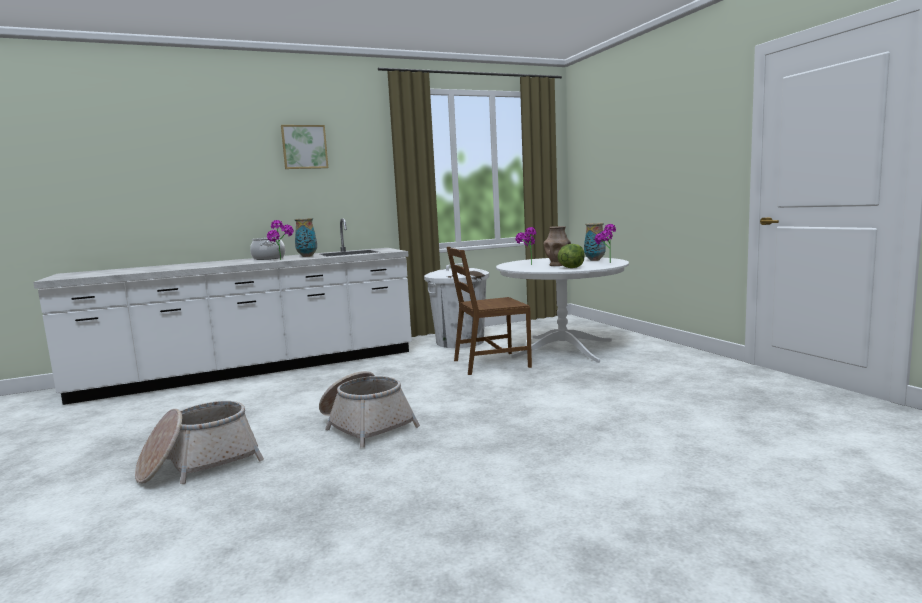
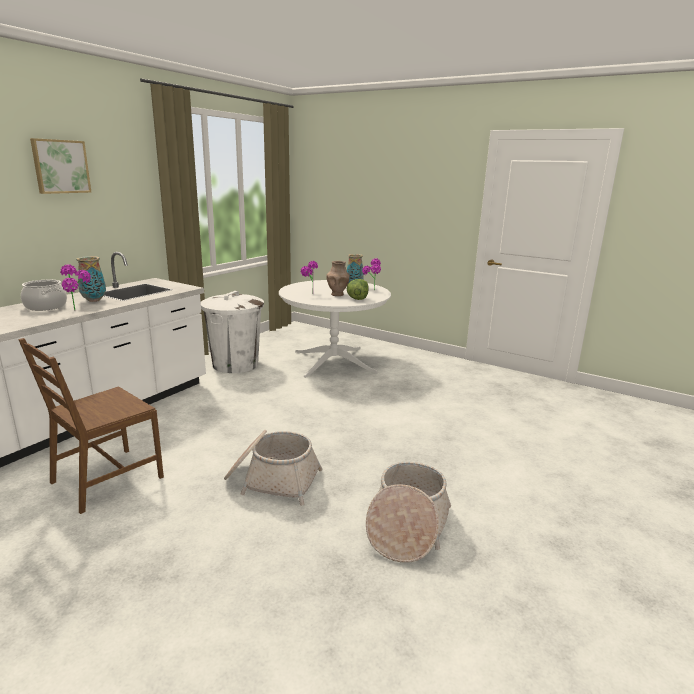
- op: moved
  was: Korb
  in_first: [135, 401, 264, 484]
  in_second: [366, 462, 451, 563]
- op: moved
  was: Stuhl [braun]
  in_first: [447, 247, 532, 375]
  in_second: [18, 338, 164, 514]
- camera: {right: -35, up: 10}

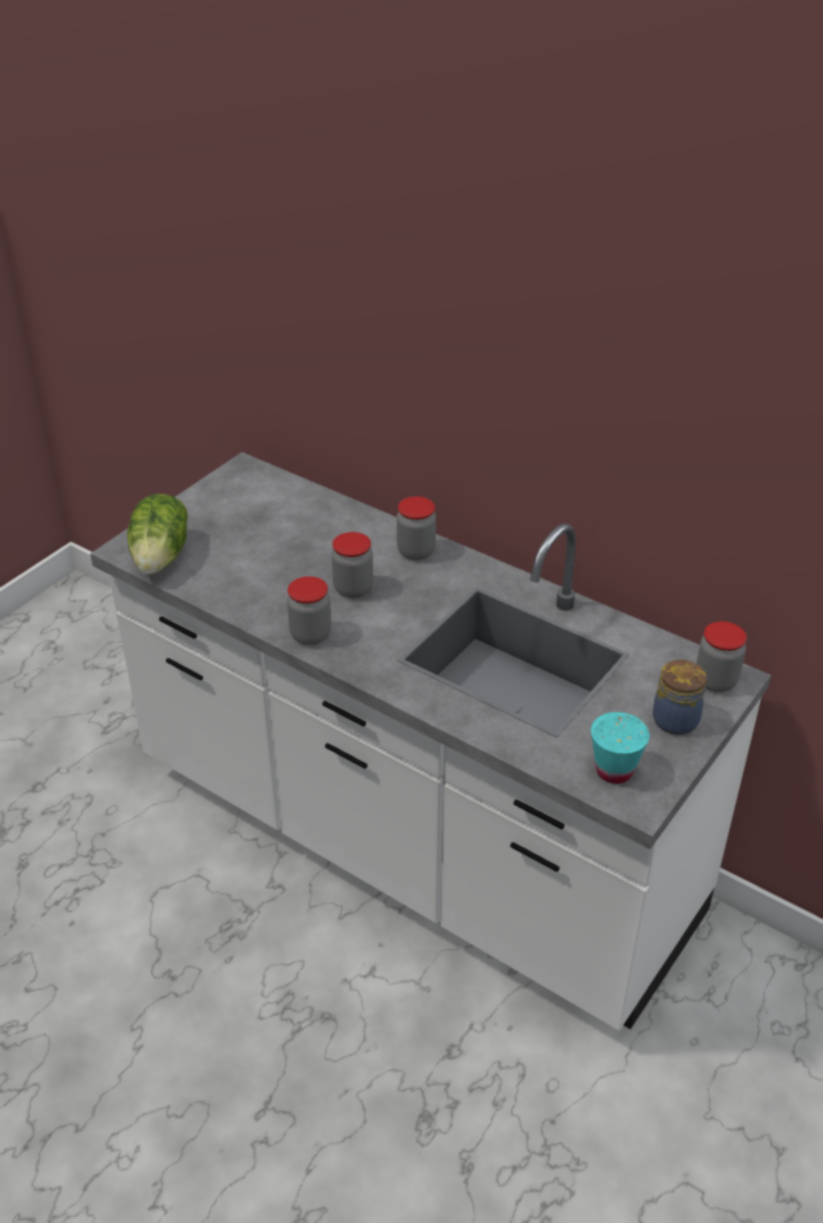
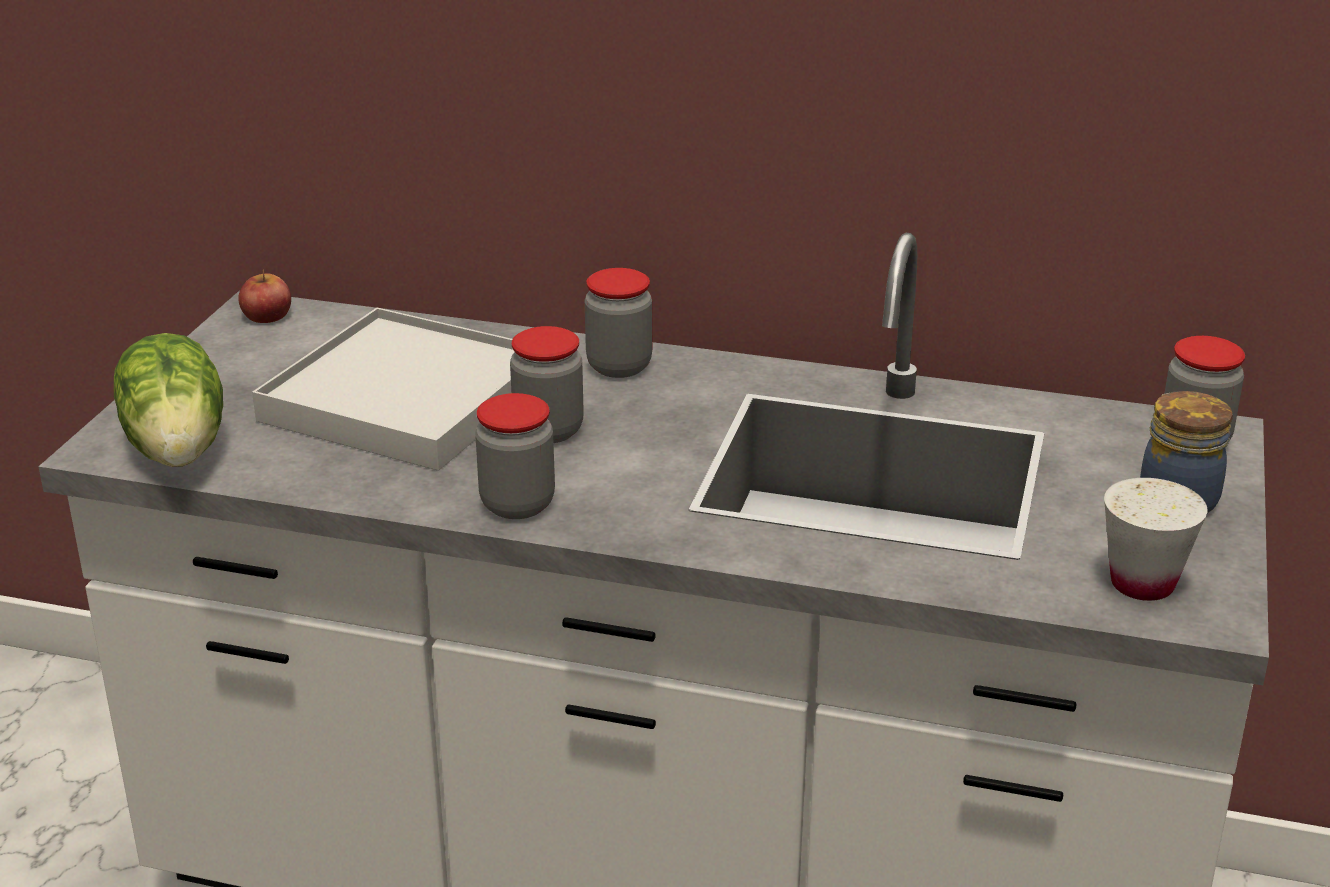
- op: added
  now: Apfel
  in_second: [238, 269, 291, 323]
- op: added
  now: Tablett [weiß]
  in_second: [252, 308, 514, 471]
- op: recoloured
  was: Tasse [türkis]
  now: Tasse [weiß]
  in_first: [591, 712, 650, 784]
  in_second: [1104, 478, 1208, 601]
- camera: {right: -20, up: -10}

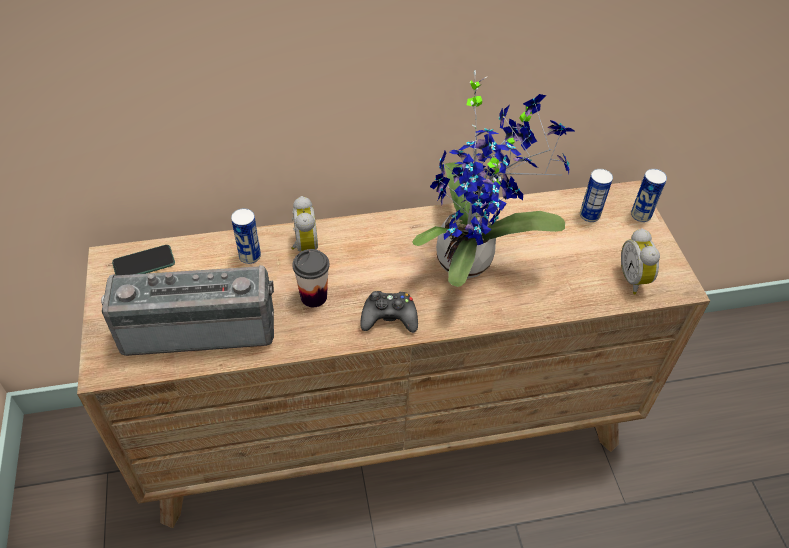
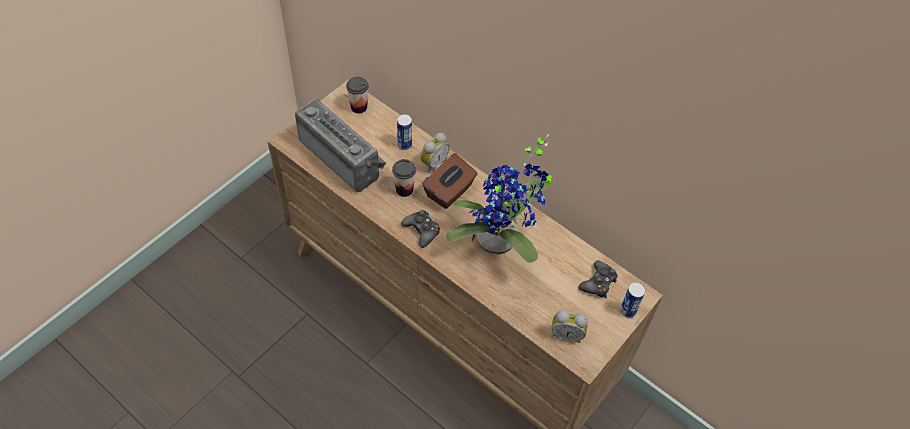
- op: added
  now: Taschentuchbox [braun]
  in_second: [423, 153, 477, 209]
- op: replaced
  was: Handy
  now: Tasse
  in_first: [112, 245, 175, 276]
  in_second: [346, 77, 369, 113]
- op: replaced
  was: Dose
  now: Gamepad [schwarz]
  in_first: [580, 169, 613, 222]
  in_second: [578, 261, 618, 298]
- op: turned
  was: Wecker
  in_first: [621, 228, 660, 294]
  in_second: [551, 310, 588, 343]
  clockwise: -120
- camera: {right: 50, up: 5}

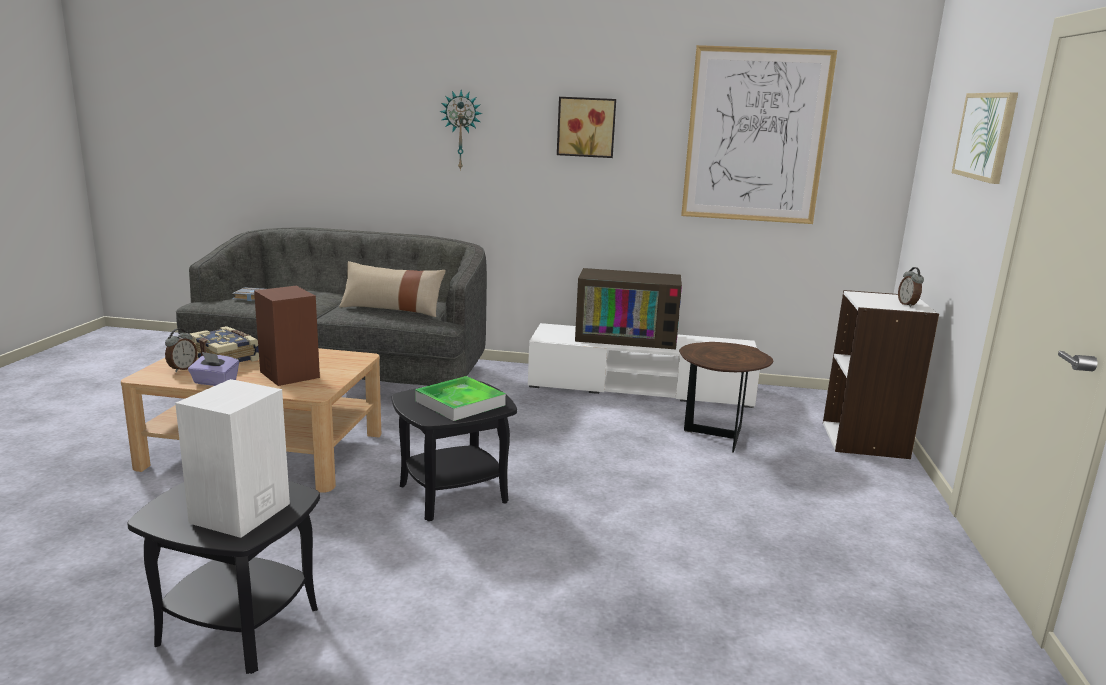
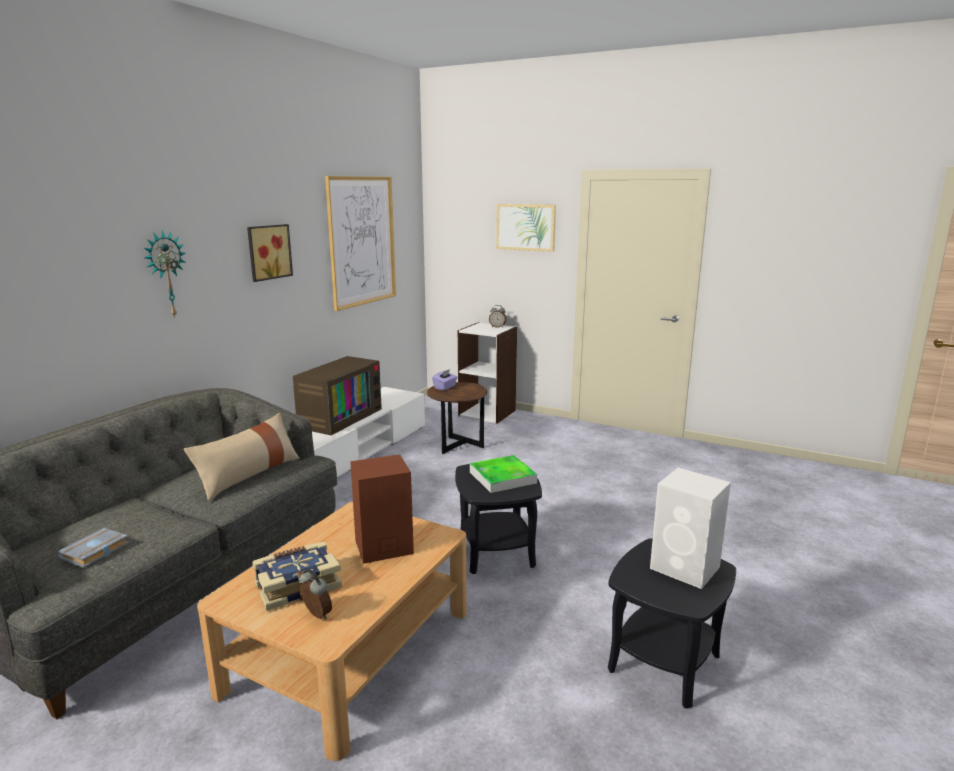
- op: moved
  was: Taschentuchbox [lila]
  in_first: [188, 352, 239, 386]
  in_second: [432, 369, 457, 390]
- camera: {right: -70, up: 0}

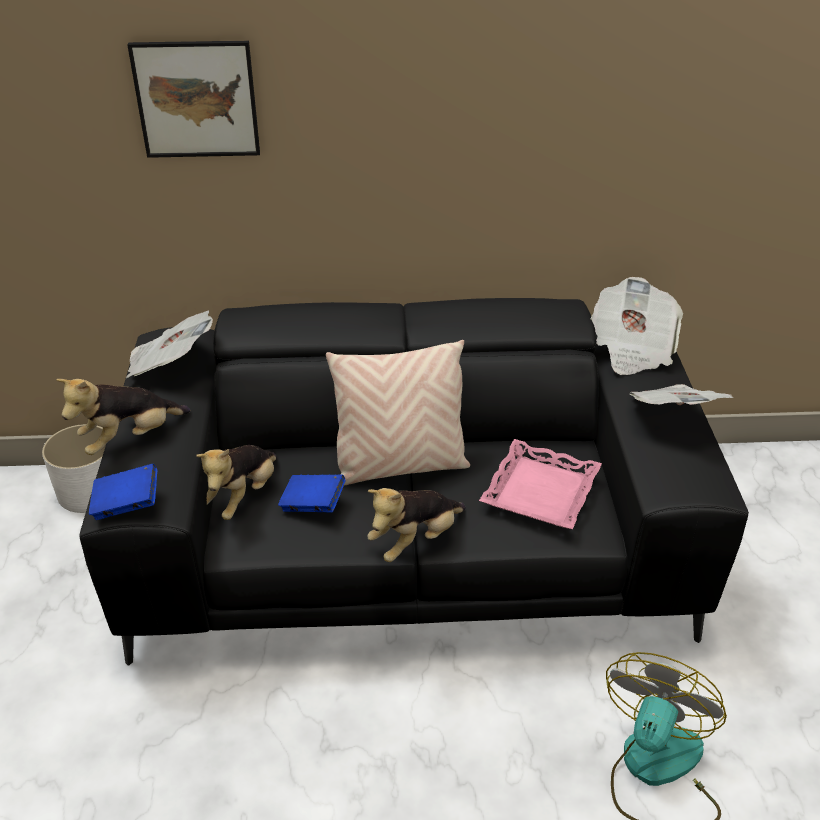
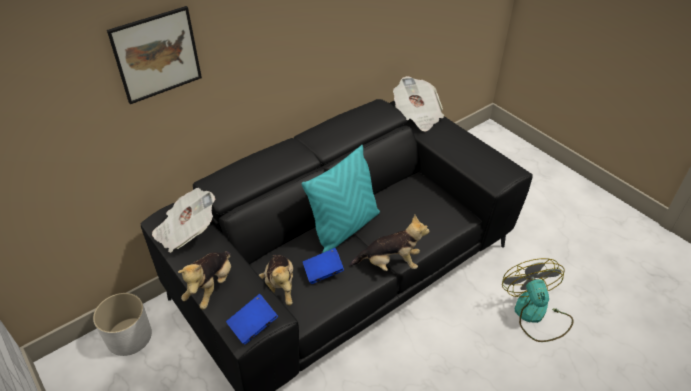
- op: removed
  was: Tablett [rosa]
  in_first: [479, 439, 602, 529]
- op: removed
  was: Zeitung
  in_first: [630, 384, 734, 405]
- op: recoloured
  was: Kissen [beige]
  now: Kissen [türkis]
  in_first: [326, 340, 470, 486]
  in_second: [301, 145, 380, 253]
- op: turned
  was: Plüschtier
  in_first: [367, 488, 466, 562]
  in_second: [349, 215, 429, 271]
  clockwise: -105
- camera: {right: -35, up: 5}

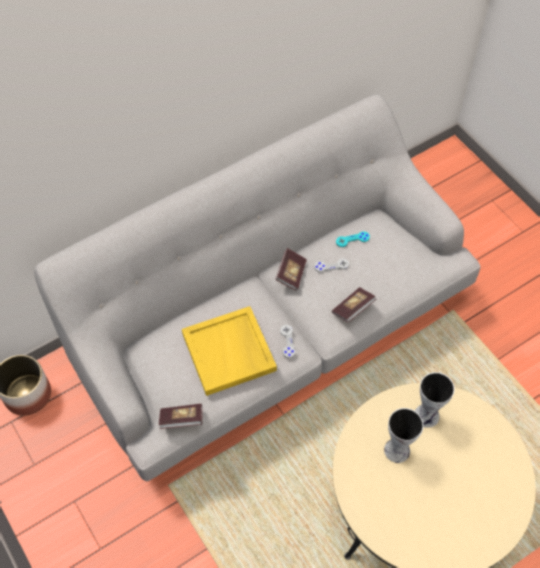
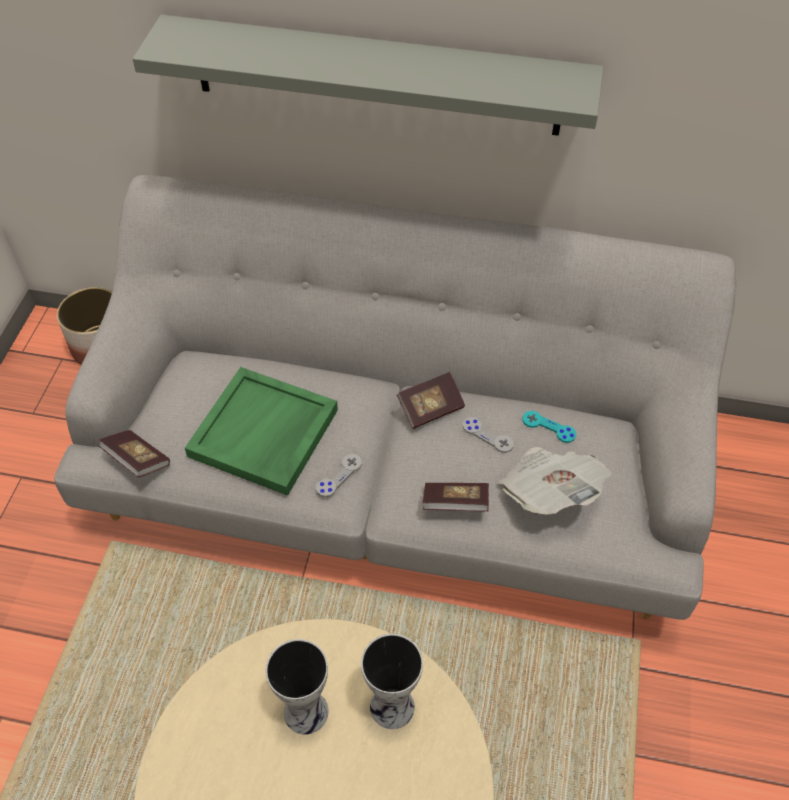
- op: added
  now: Wandregal [grau]
  in_second: [133, 15, 604, 136]
- op: added
  now: Zeitung
  in_second: [498, 447, 611, 514]
- op: recoloured
  was: Tablett [gelb]
  now: Tablett [grün]
  in_first: [182, 306, 277, 396]
  in_second: [185, 367, 338, 496]
- camera: {right: 45, up: -5}

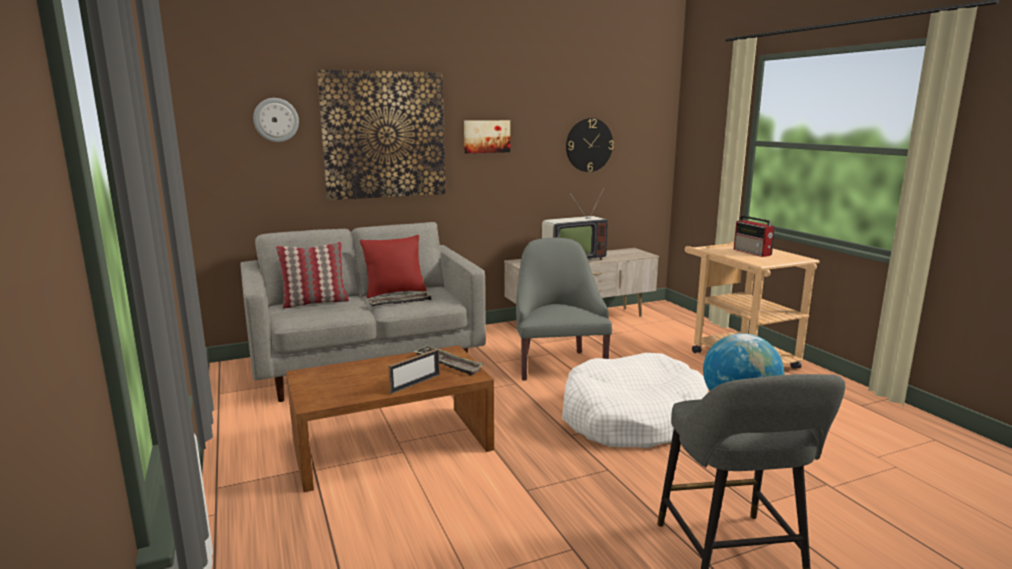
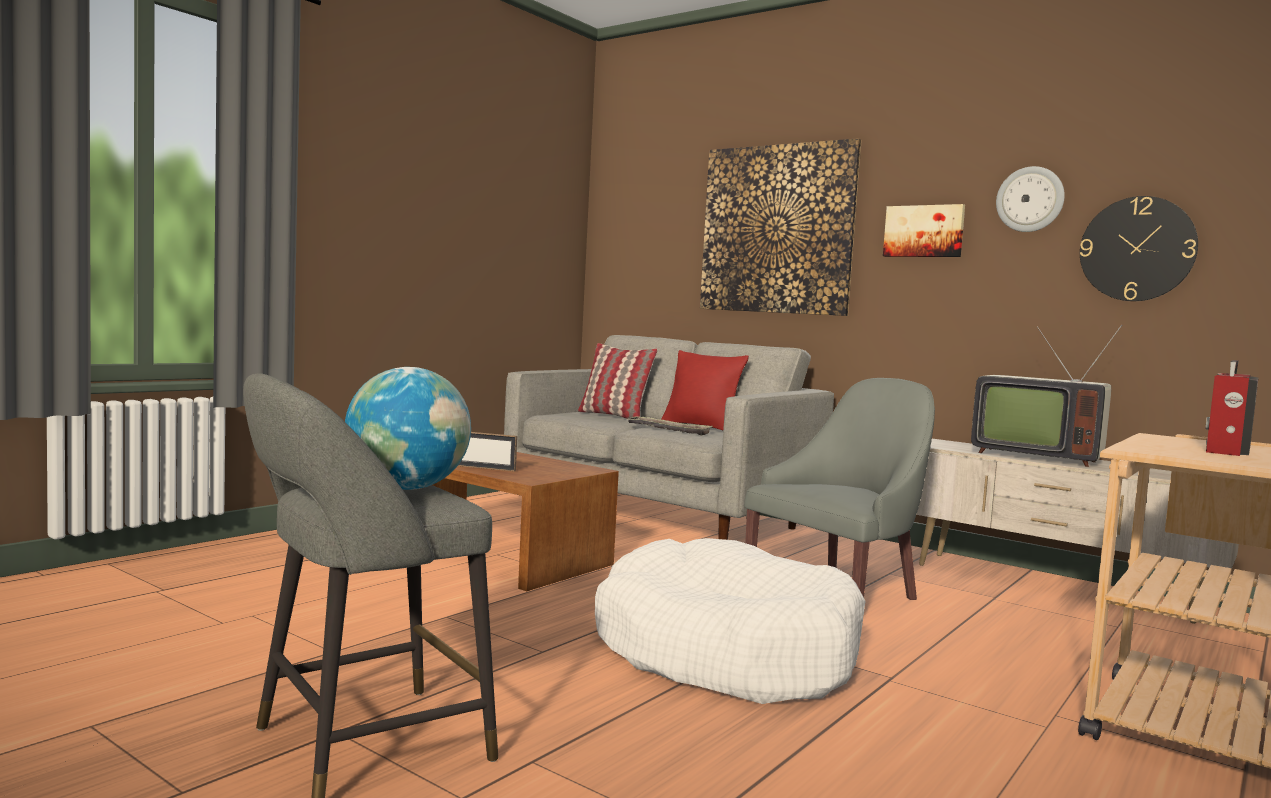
- op: removed
  was: Tablett
  in_first: [414, 345, 484, 376]
- op: moved
  was: Wanduhr
  in_first: [253, 98, 299, 142]
  in_second: [996, 166, 1065, 232]
- camera: {right: 60, up: -10}

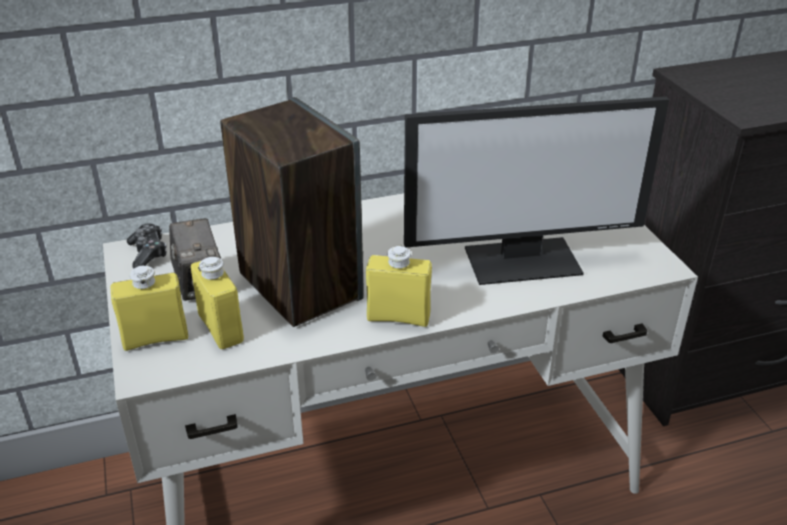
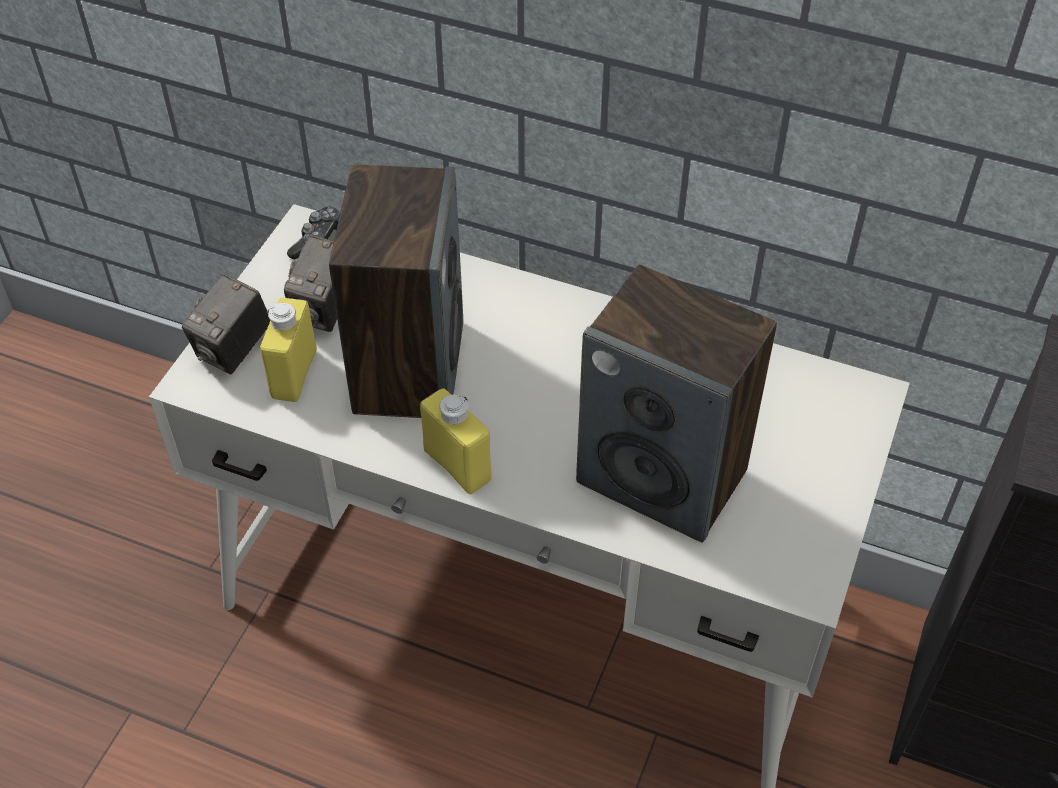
- op: replaced
  was: Flasche [gelb]
  now: Kamera
  in_first: [111, 266, 188, 351]
  in_second: [182, 273, 270, 374]
- op: replaced
  was: Monitor
  now: Lautsprecher
  in_first: [404, 97, 669, 285]
  in_second: [576, 265, 777, 542]
- camera: {right: 40, up: 15}

